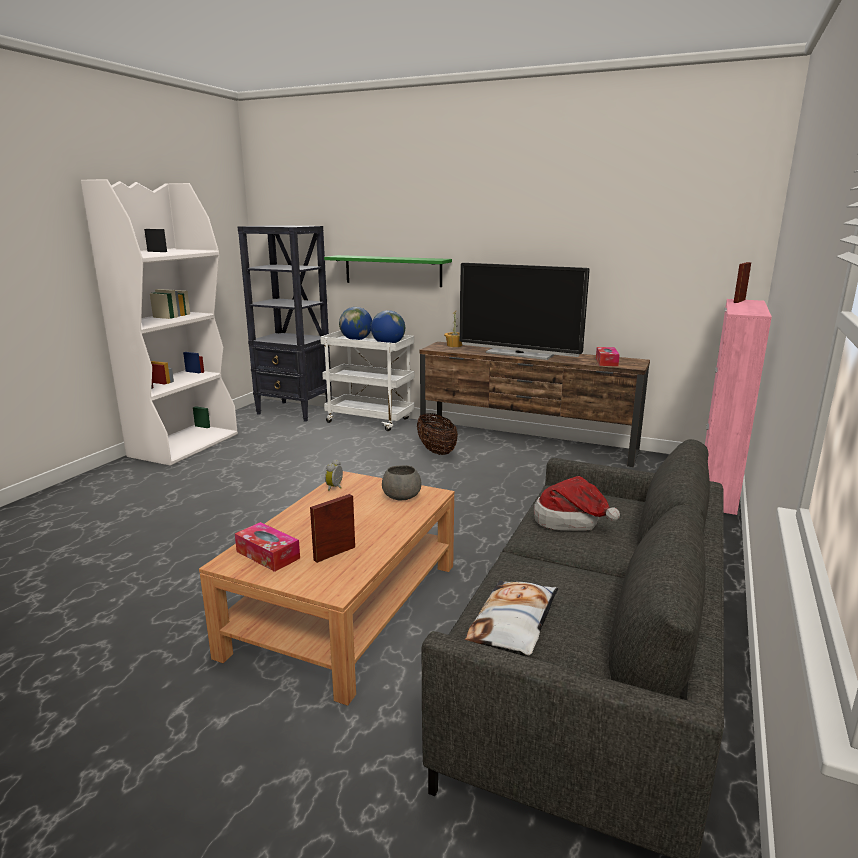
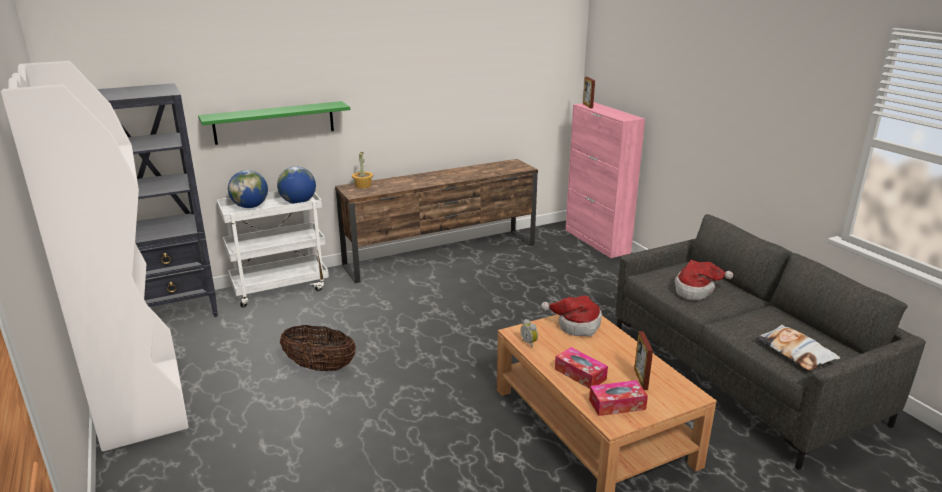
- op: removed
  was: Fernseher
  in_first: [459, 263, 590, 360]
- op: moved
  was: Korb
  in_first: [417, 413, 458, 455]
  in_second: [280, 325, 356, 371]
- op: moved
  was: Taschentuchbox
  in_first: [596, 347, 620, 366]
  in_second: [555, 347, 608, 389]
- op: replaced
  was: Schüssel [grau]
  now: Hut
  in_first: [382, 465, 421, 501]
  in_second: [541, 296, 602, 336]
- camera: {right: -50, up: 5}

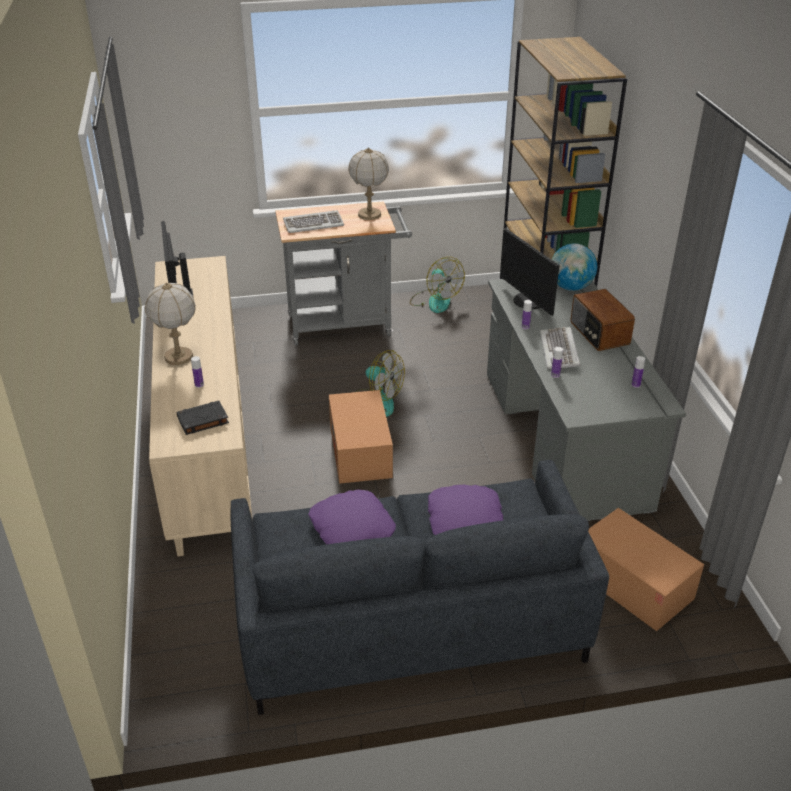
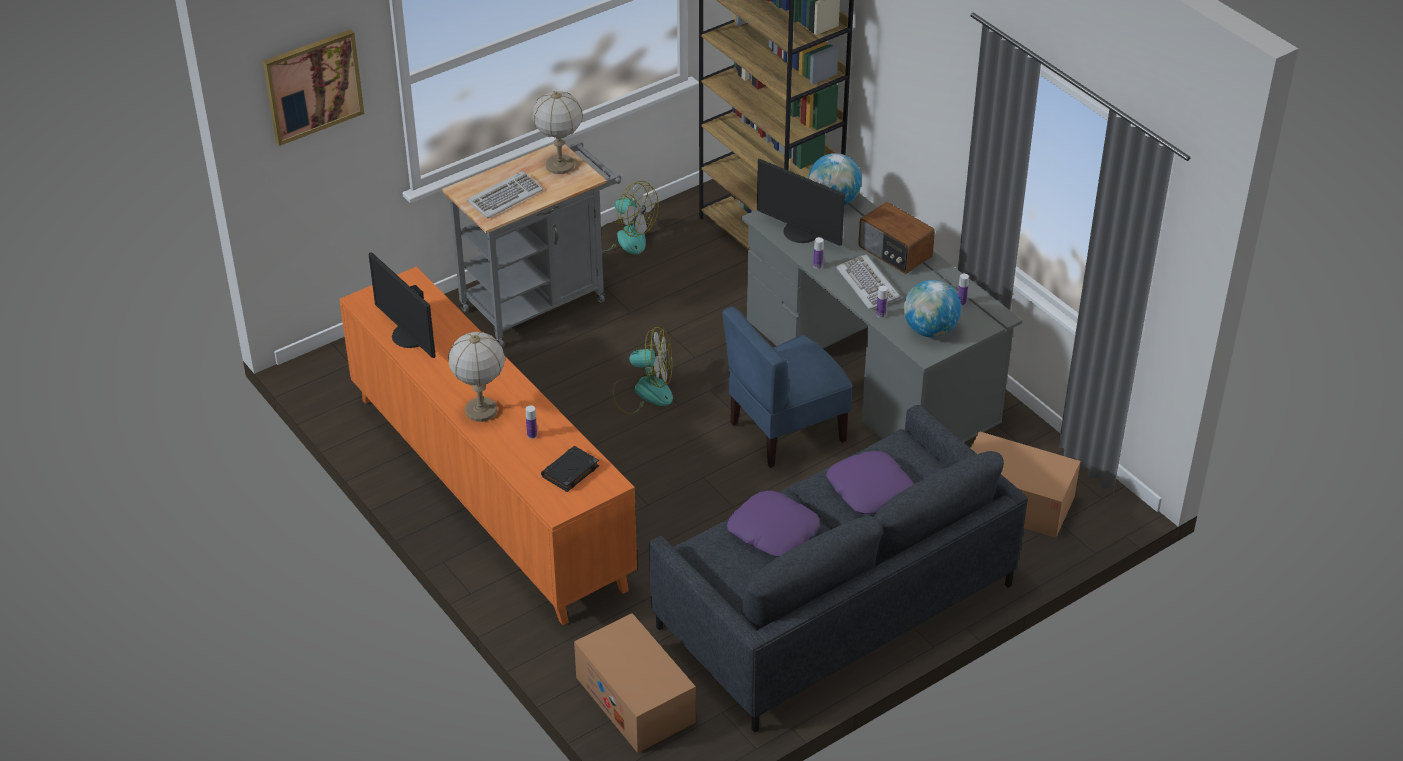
- op: added
  now: Bild
  in_second: [263, 30, 365, 146]
- op: added
  now: Stuhl [blau]
  in_second: [722, 306, 853, 468]
- op: added
  now: Globus
  in_second: [904, 280, 961, 337]
- op: moved
  was: Karton
  in_first: [329, 390, 393, 484]
  in_second: [574, 613, 696, 753]
- op: recoloured
  was: Schrank [beige]
  now: Schrank [orange]
  in_first: [149, 256, 252, 556]
  in_second: [340, 266, 637, 625]
- camera: {right: -25, up: 5}

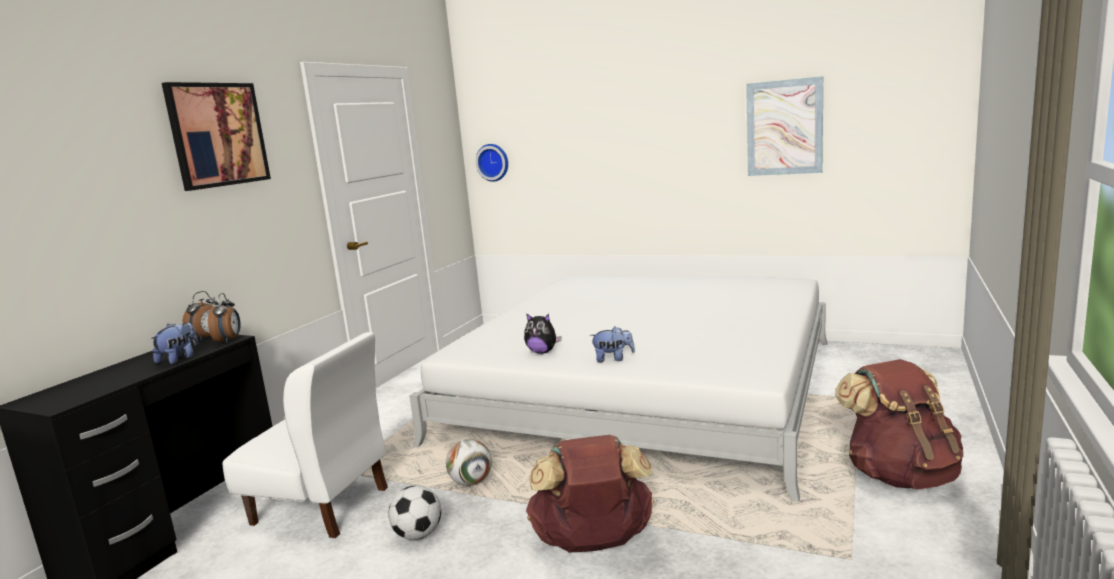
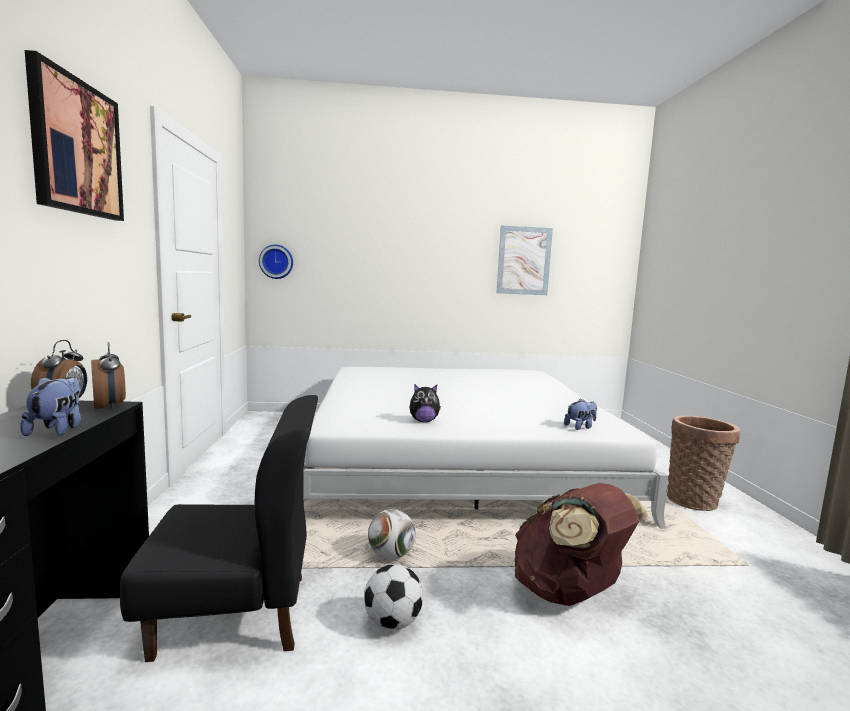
- op: moved
  was: Plüschtier
  in_first: [590, 326, 635, 362]
  in_second: [564, 398, 597, 430]
- op: replaced
  was: Rucksack [braun]
  now: Korb
  in_first: [836, 359, 964, 490]
  in_second: [667, 415, 740, 511]
- op: recoloured
  was: Stuhl [weiß]
  now: Stuhl [schwarz]
  in_first: [222, 332, 388, 538]
  in_second: [120, 395, 318, 662]
- camera: {right: -30, up: -5}

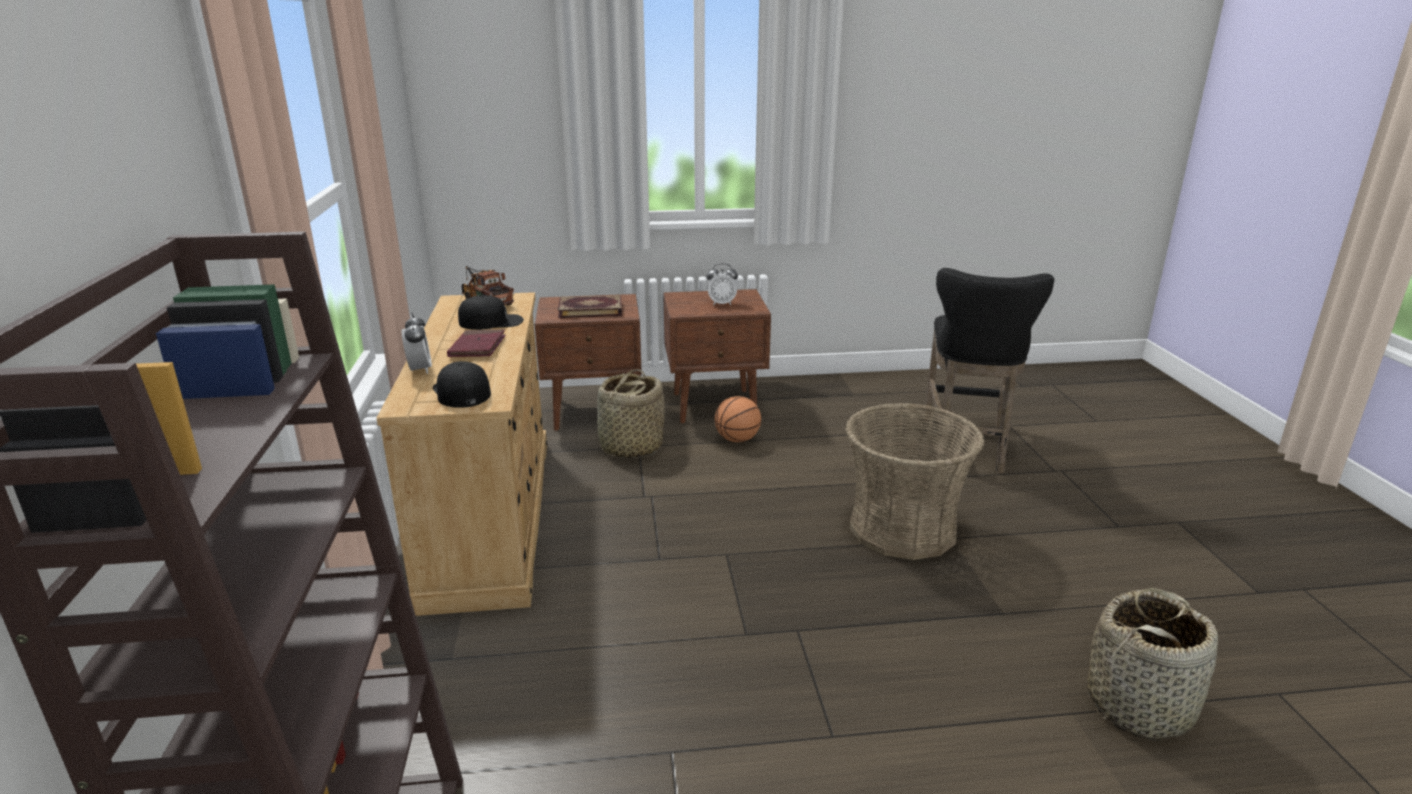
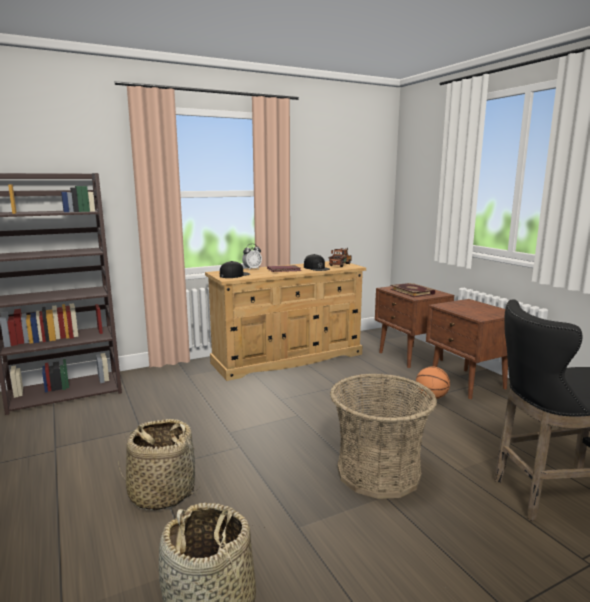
- op: removed
  was: Wecker
  in_first: [707, 263, 738, 306]
- op: moved
  was: Korb
  in_first: [597, 369, 665, 458]
  in_second: [118, 419, 200, 511]
- camera: {right: 70, up: -10}

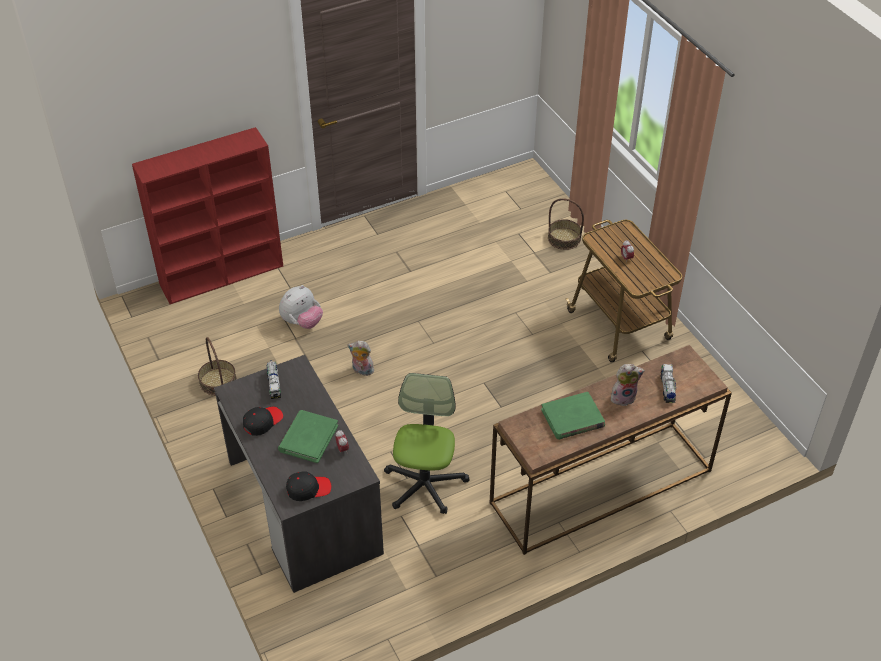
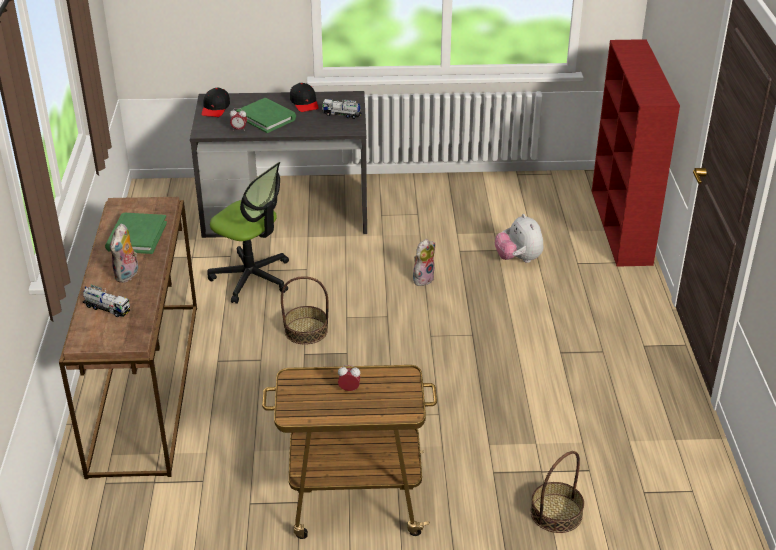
- op: moved
  was: Korb
  in_first: [198, 337, 237, 396]
  in_second: [281, 276, 329, 345]
- camera: {right: 115, up: -10}

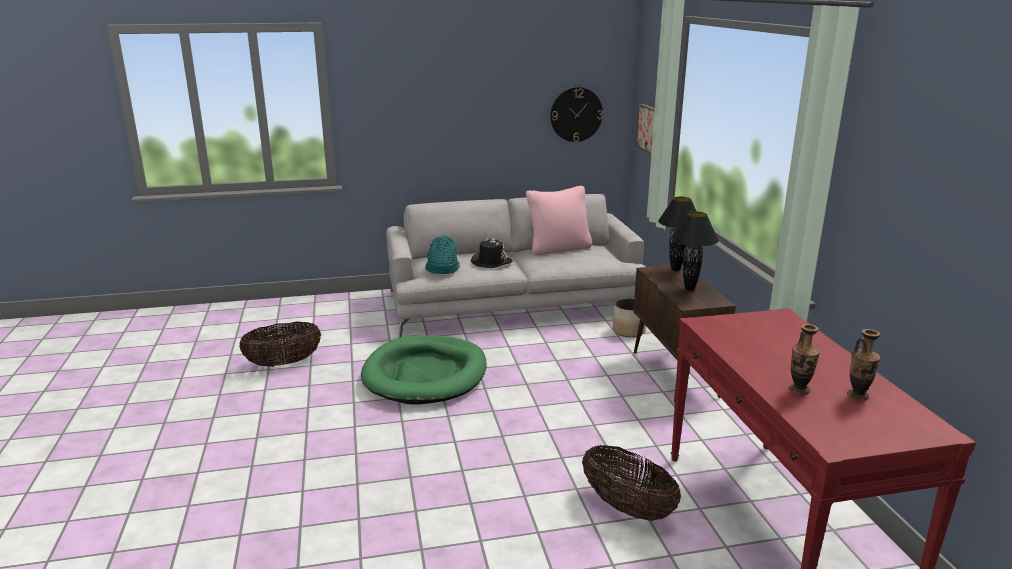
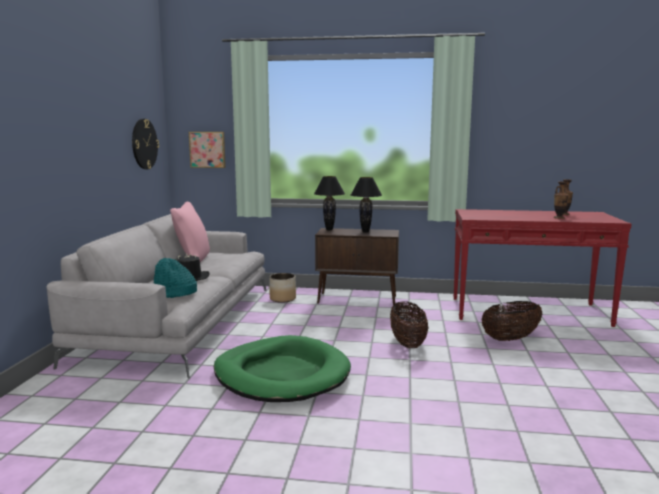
- op: moved
  was: Korb
  in_first: [239, 322, 321, 367]
  in_second: [390, 301, 429, 348]
- camera: {right: -70, up: -10}

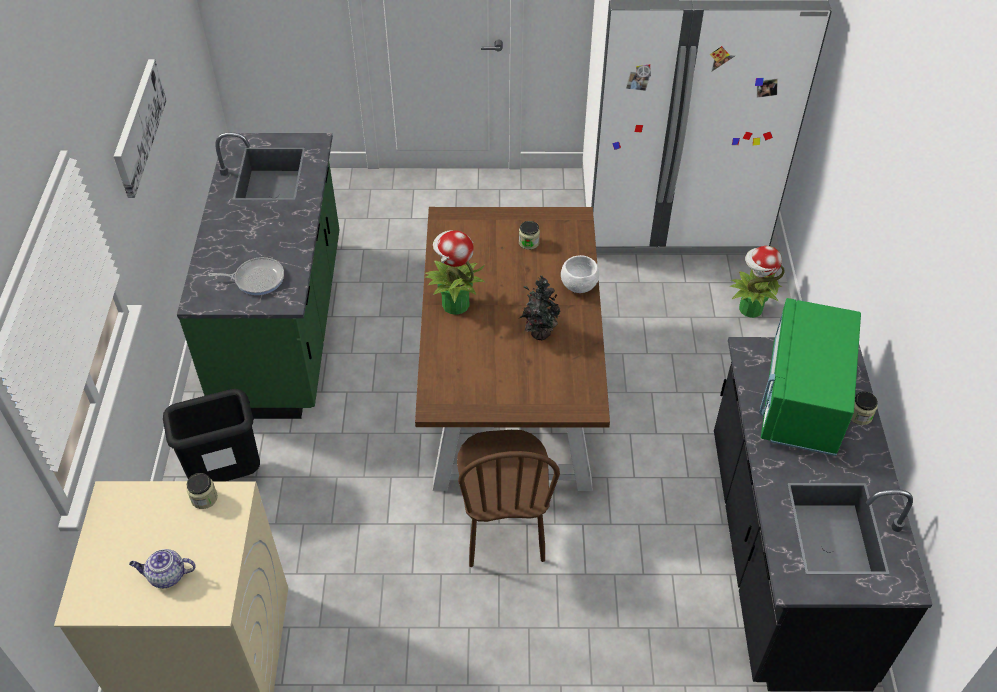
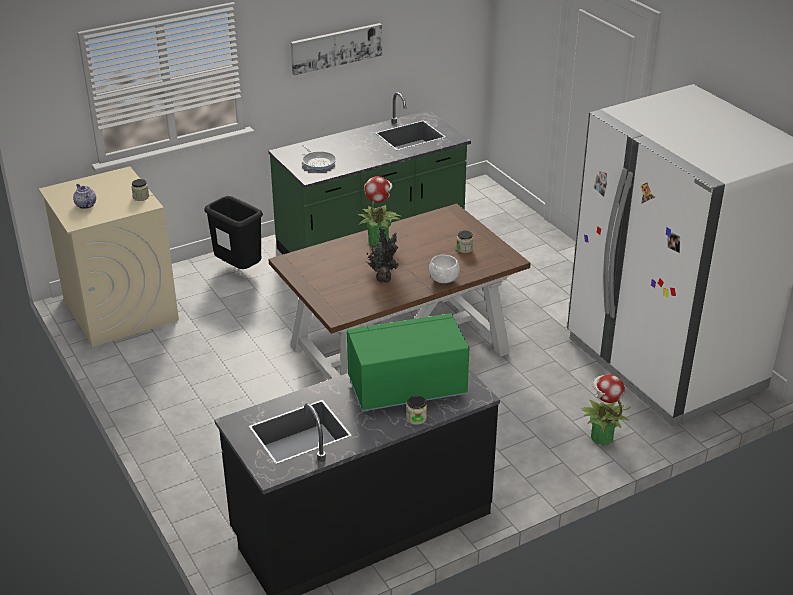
- op: removed
  was: Stuhl [braun]
  in_first: [457, 430, 560, 567]
- camera: {right: 60, up: -15}

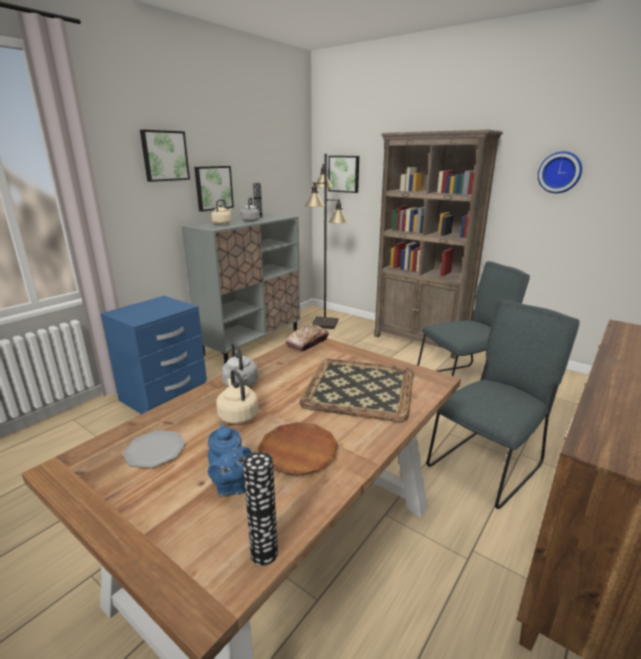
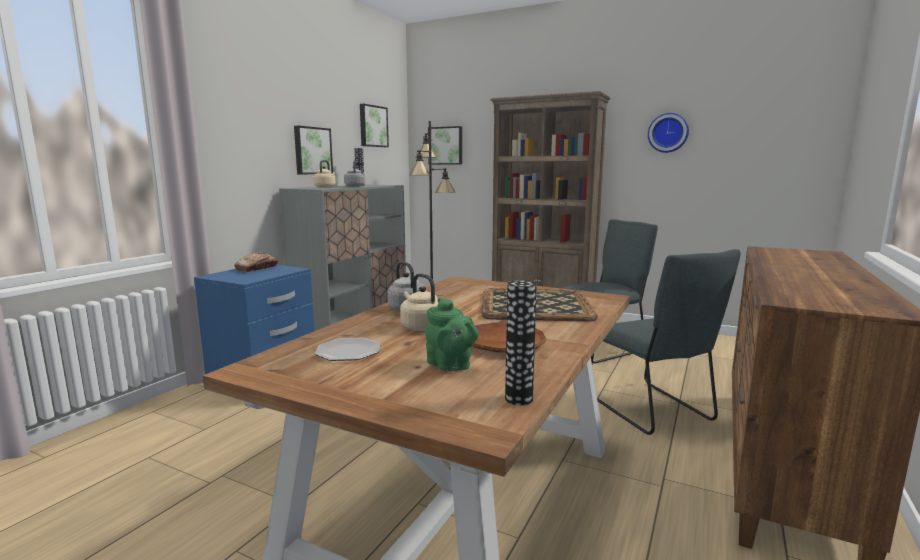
- op: moved
  was: Bild
  in_first: [140, 130, 190, 182]
  in_second: [360, 104, 389, 147]
- op: moved
  was: Brot
  in_first: [285, 324, 329, 352]
  in_second: [234, 252, 278, 272]
- op: recoloured
  was: Teekanne [blau]
  now: Teekanne [grün]
  in_first: [208, 423, 252, 496]
  in_second: [425, 297, 479, 372]
- op: turned
  was: Stuhl [grau]
  in_first: [427, 299, 580, 509]
  in_second: [591, 249, 741, 435]
  clockwise: 120
- camera: {right: -10, up: -10}

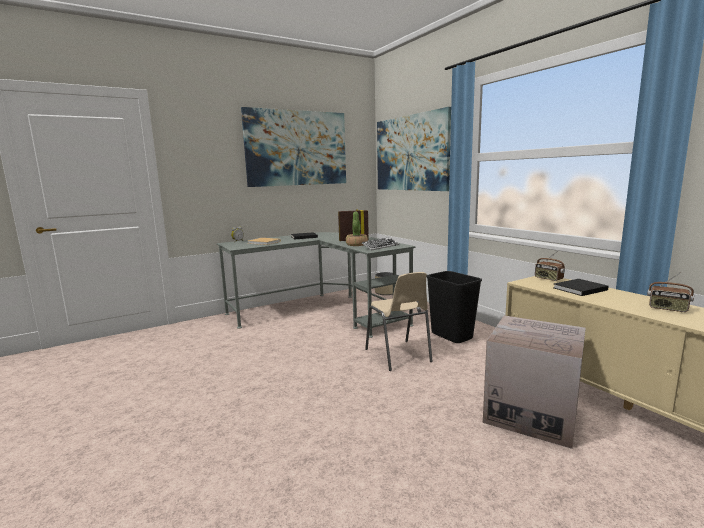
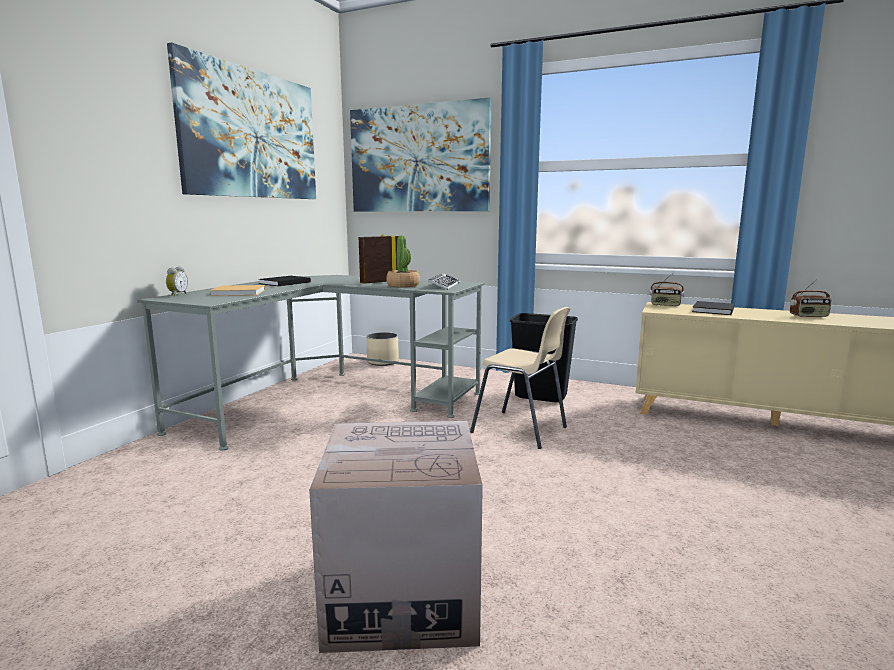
- op: moved
  was: Karton
  in_first: [483, 315, 586, 449]
  in_second: [309, 421, 483, 653]
- camera: {right: -35, up: 0}

